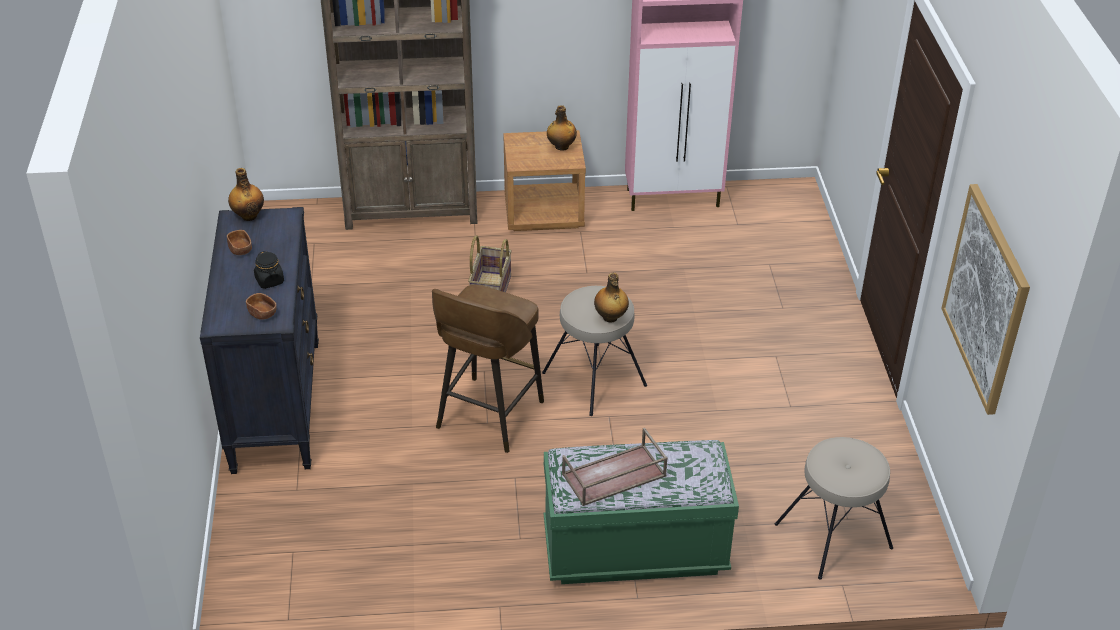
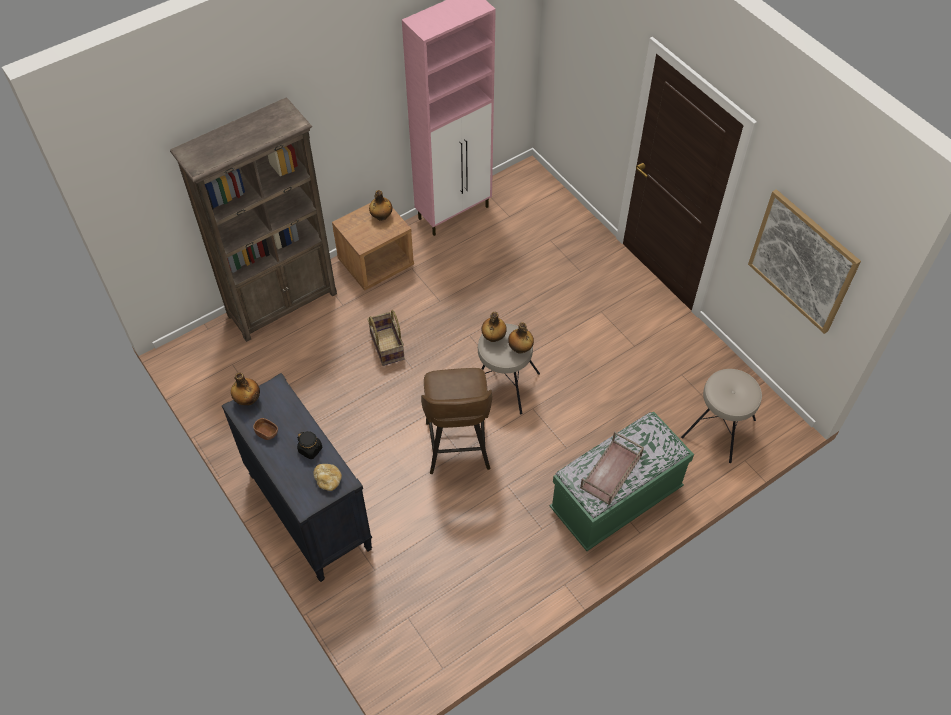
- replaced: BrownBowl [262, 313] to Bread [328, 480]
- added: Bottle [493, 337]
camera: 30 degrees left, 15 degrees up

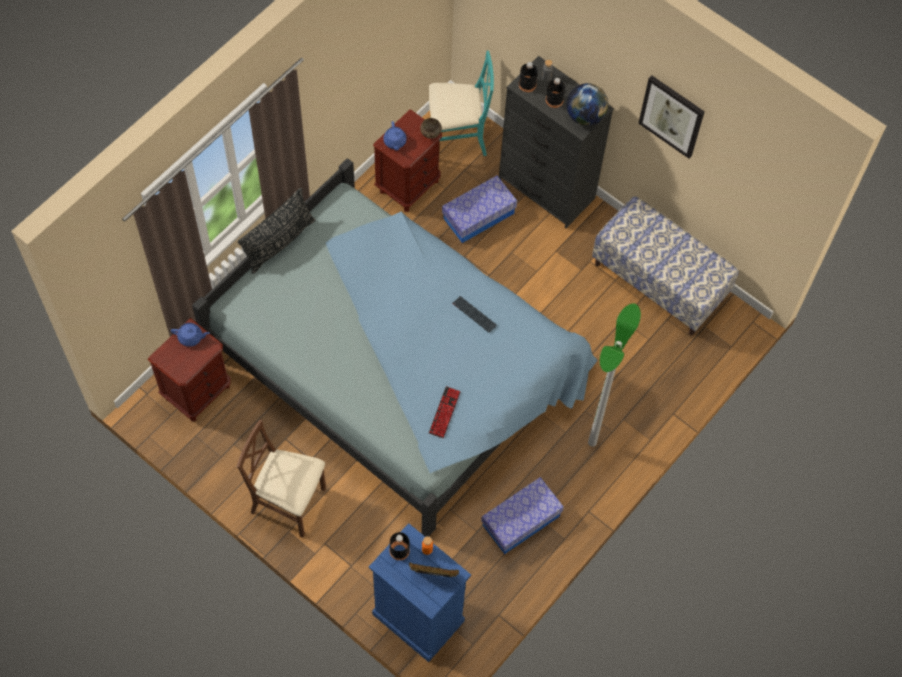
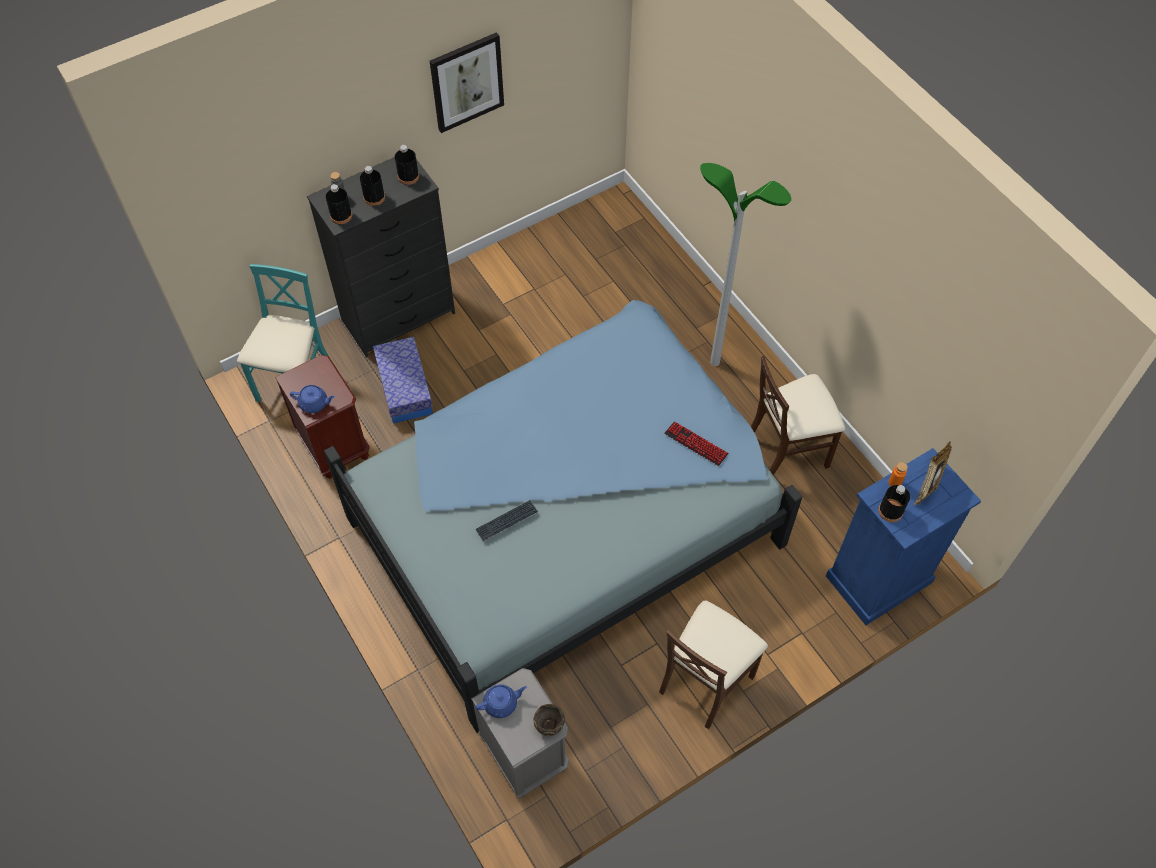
- recoloured: BrownNightstand [197, 391] to GreyNightstand [525, 754]
- turned: BlueTeapot [191, 337] = [501, 703] 45 degrees clockwise
- removed: BlackPillow [279, 243]
- moved: BrownBowl [430, 135] to [549, 726]
- moved: Keyboard [474, 314] to [506, 521]
- replaced: StorageBox [521, 520] to BeigeChair [787, 450]
- replaced: Globe [585, 116] to BlackBottle [408, 176]
- removed: Bench [659, 281]
camera: 70 degrees left, 5 degrees down

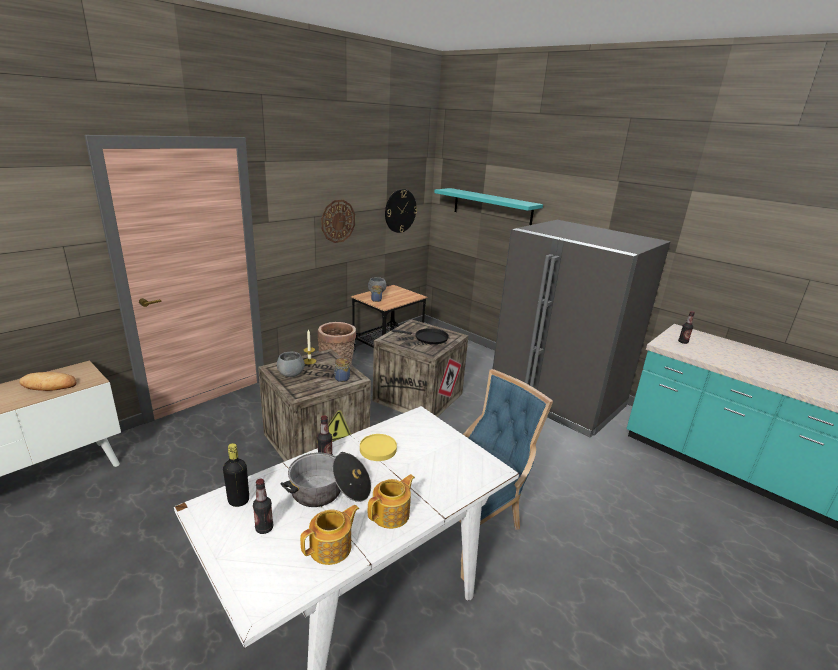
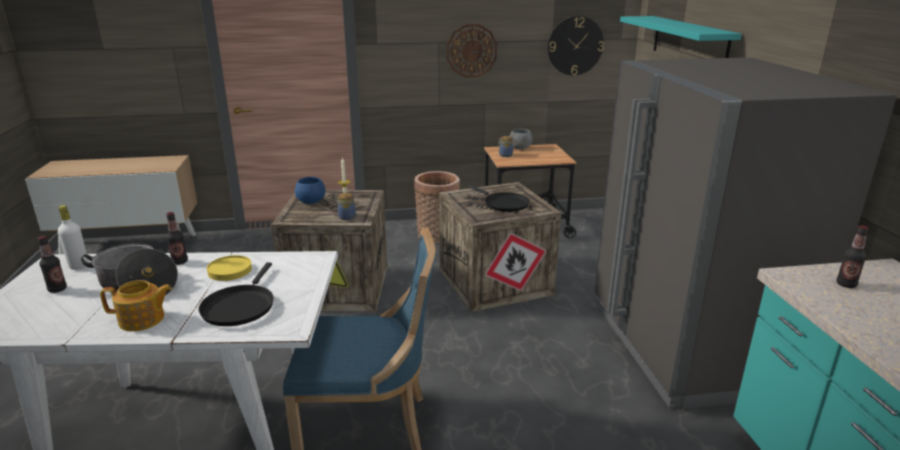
- removed: Bread [49, 385]
- recoloured: BlackBottle [238, 501] to WhiteBottle [79, 266]
- recoloured: GreyBowl [291, 374] to BlueBowl [311, 201]
- removed: Teapot [332, 548]
- added: BlackFryingPan [239, 306]
camera: 40 degrees right, 0 degrees up

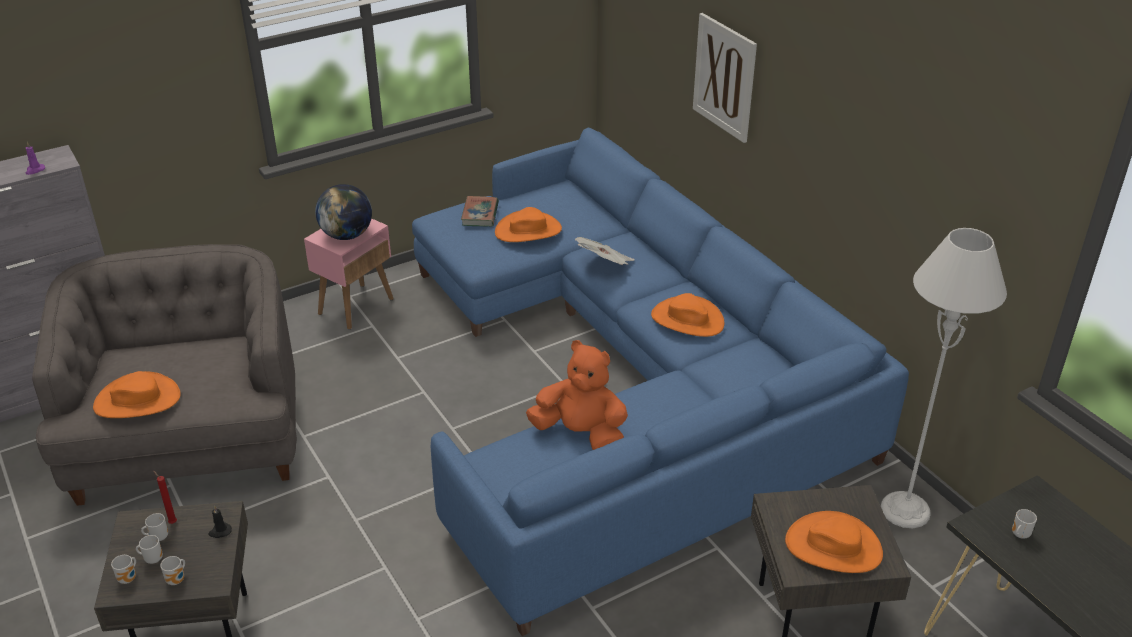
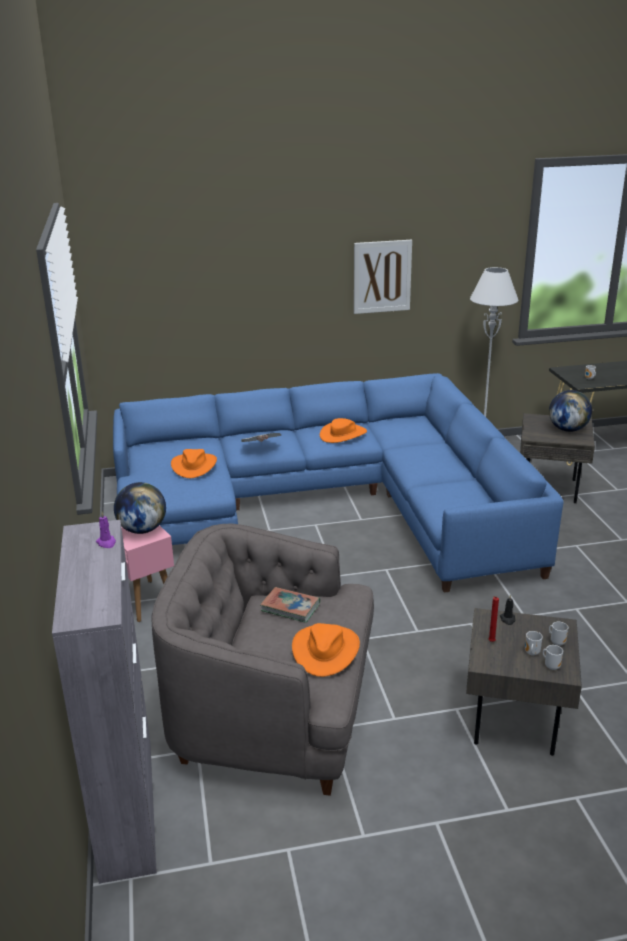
- removed: Mug [158, 537]
- moved: Book [480, 214] to [290, 607]
- removed: OrangePlushToy [580, 434]
- moved: Picture [724, 77] to [382, 276]
- replaced: OrangeHat [833, 546] to Globe [567, 429]
camera: 70 degrees left, 10 degrees down

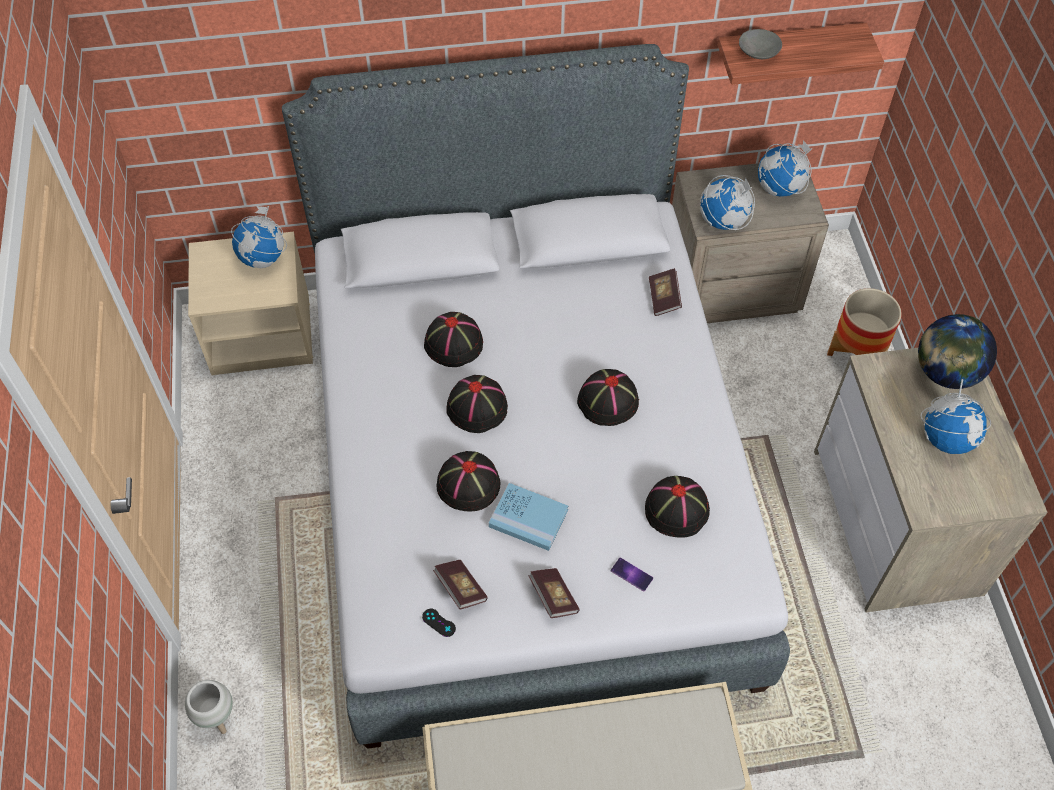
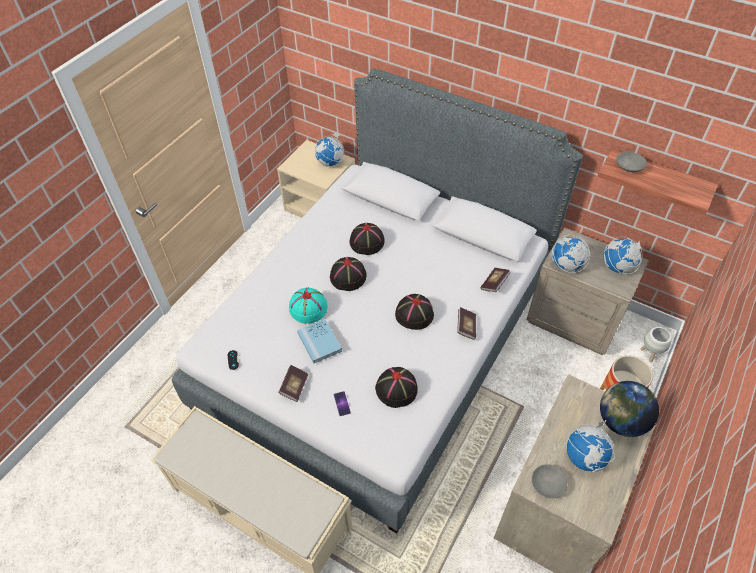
- moved: WhitePlanter [218, 718] to [650, 354]
- moved: Book [460, 589] to [466, 327]
- recoloured: BlackHat [468, 484] to TurquoiseHat [308, 308]
- added: GreyBowl [548, 484]
camera: 40 degrees right, 5 degrees down

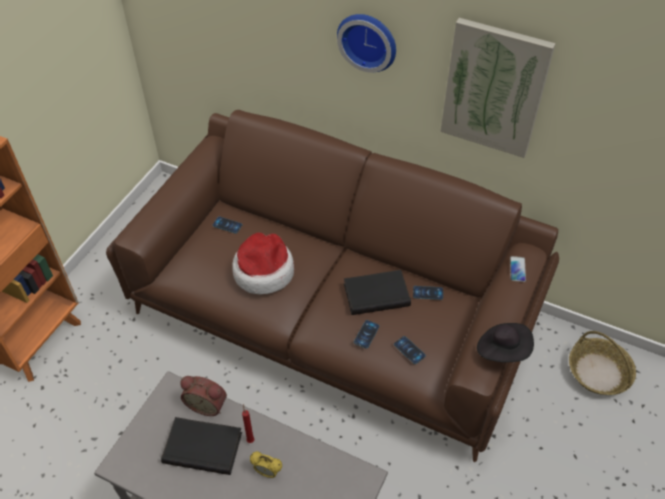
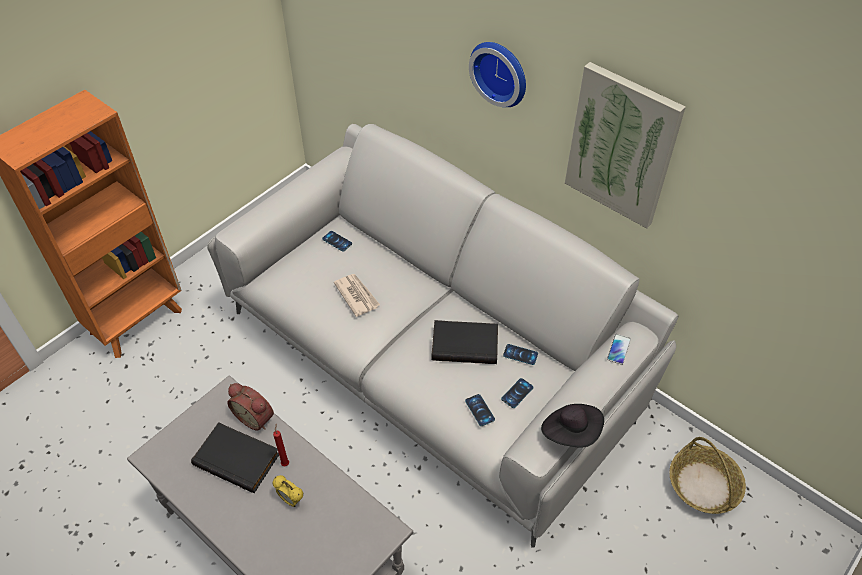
- recoloured: BrownSofa [334, 317] to GreySofa [432, 360]
- replaced: Hat [263, 271] to Newspaper [357, 295]
- moved: Phone [366, 334] to [517, 393]
camera: 15 degrees right, 0 degrees up

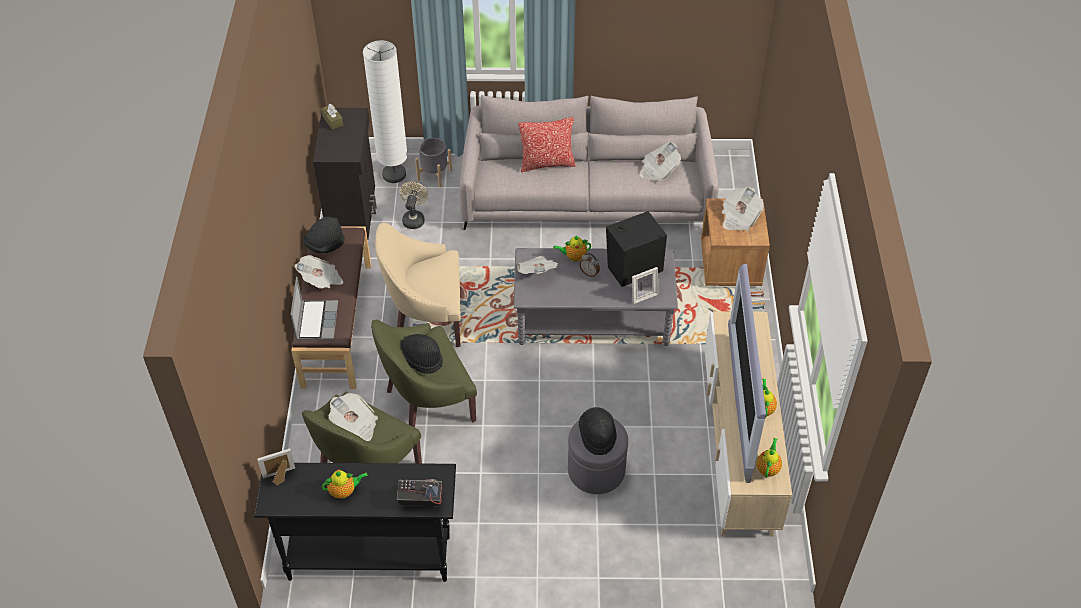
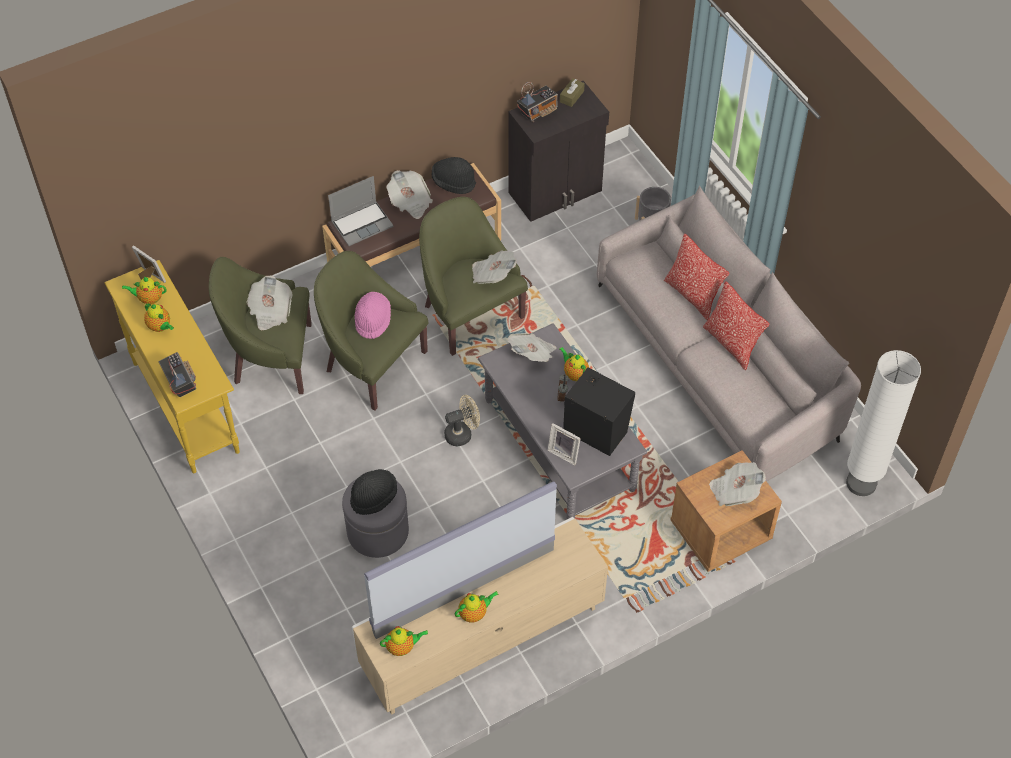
- recoloured: BlackConsoleTable [369, 557] to YellowConsoleTable [186, 406]
- moved: WhiteFloorLamp [394, 175] to [861, 483]
- recoloured: BeigeArmchair [426, 317] to GreenArmchair [469, 312]
- moved: BeigeFan [414, 218] to [462, 433]
- recoloured: BlackHat [421, 359] to PinkHat [372, 320]
- moved: Newspaper [658, 170] to [492, 275]
- added: Teapot [149, 299]
- added: Radio [538, 112]
- added: Pillow [731, 344]
camera: 60 degrees right, 5 degrees up

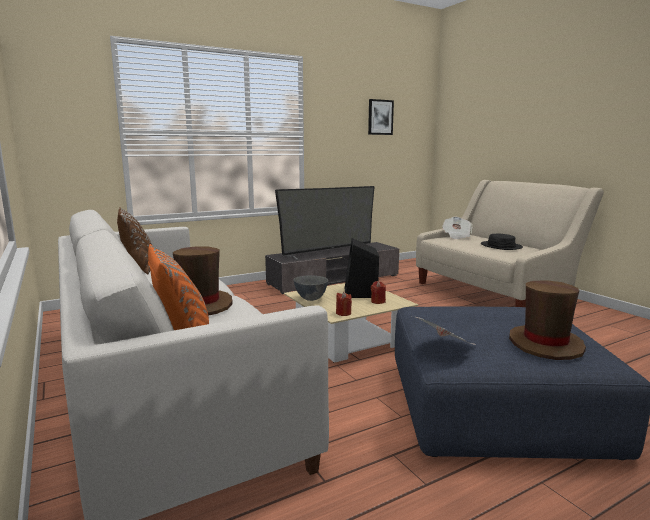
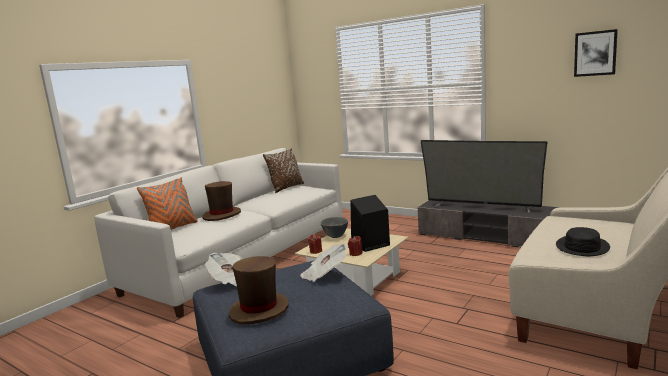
- moved: Newspaper [456, 236] to [324, 274]
camera: 65 degrees right, 0 degrees up

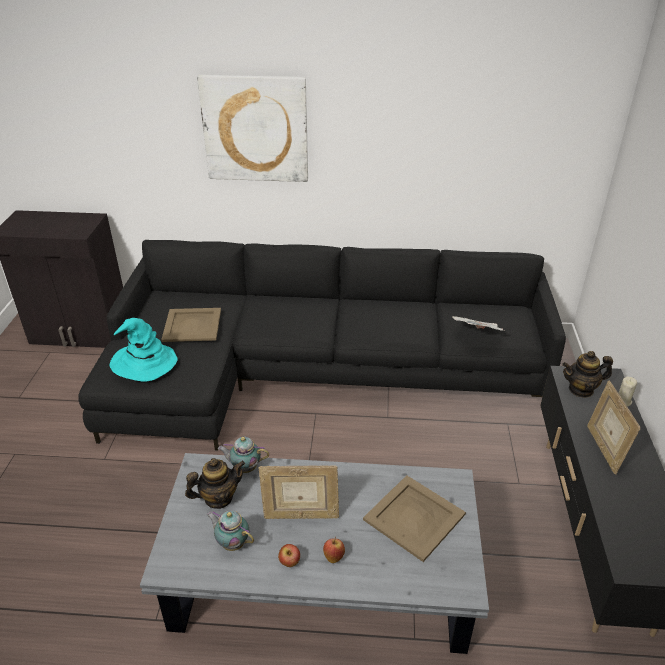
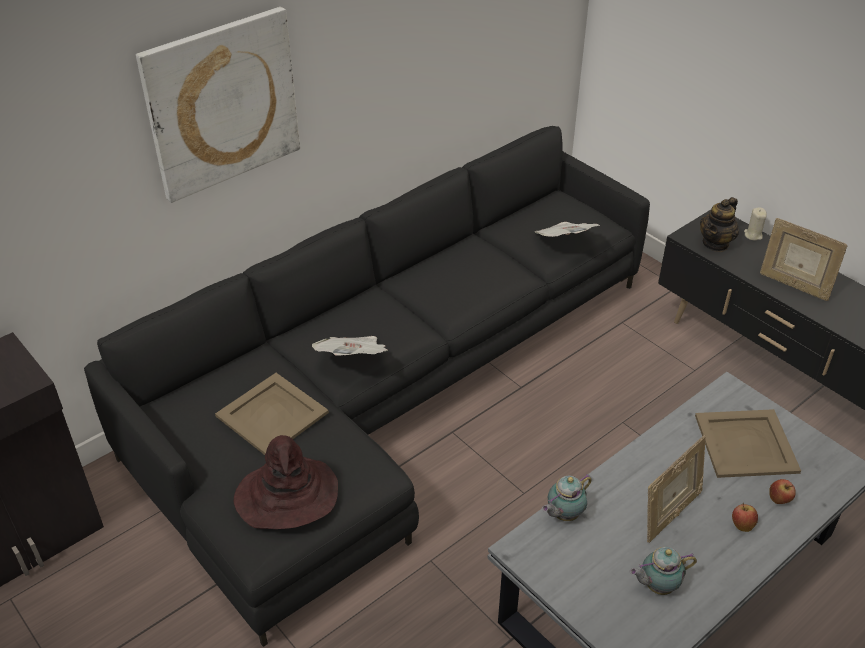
- recoloured: TurquoiseHat [143, 363] to BrownHat [287, 496]
- removed: Teapot [218, 498]
- moved: Apple [289, 563] to [779, 500]
- added: Newspaper [353, 360]
camera: 45 degrees left, 5 degrees up

